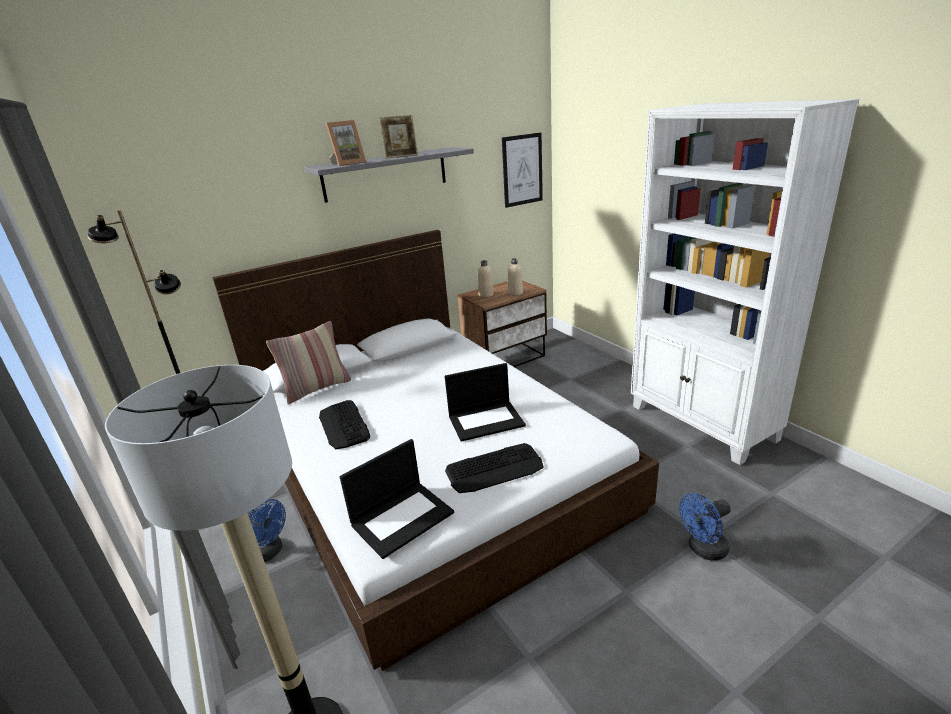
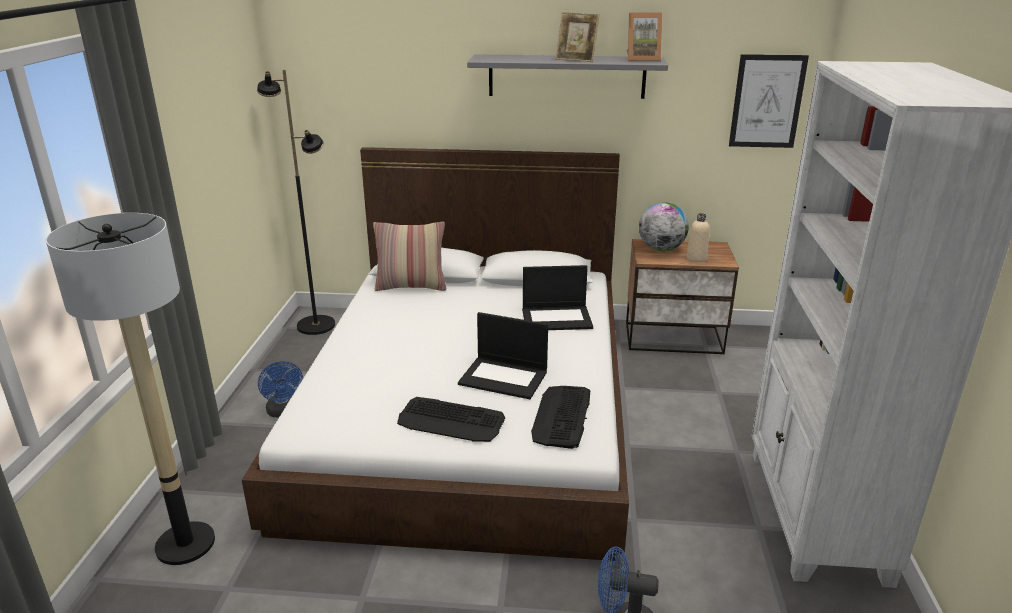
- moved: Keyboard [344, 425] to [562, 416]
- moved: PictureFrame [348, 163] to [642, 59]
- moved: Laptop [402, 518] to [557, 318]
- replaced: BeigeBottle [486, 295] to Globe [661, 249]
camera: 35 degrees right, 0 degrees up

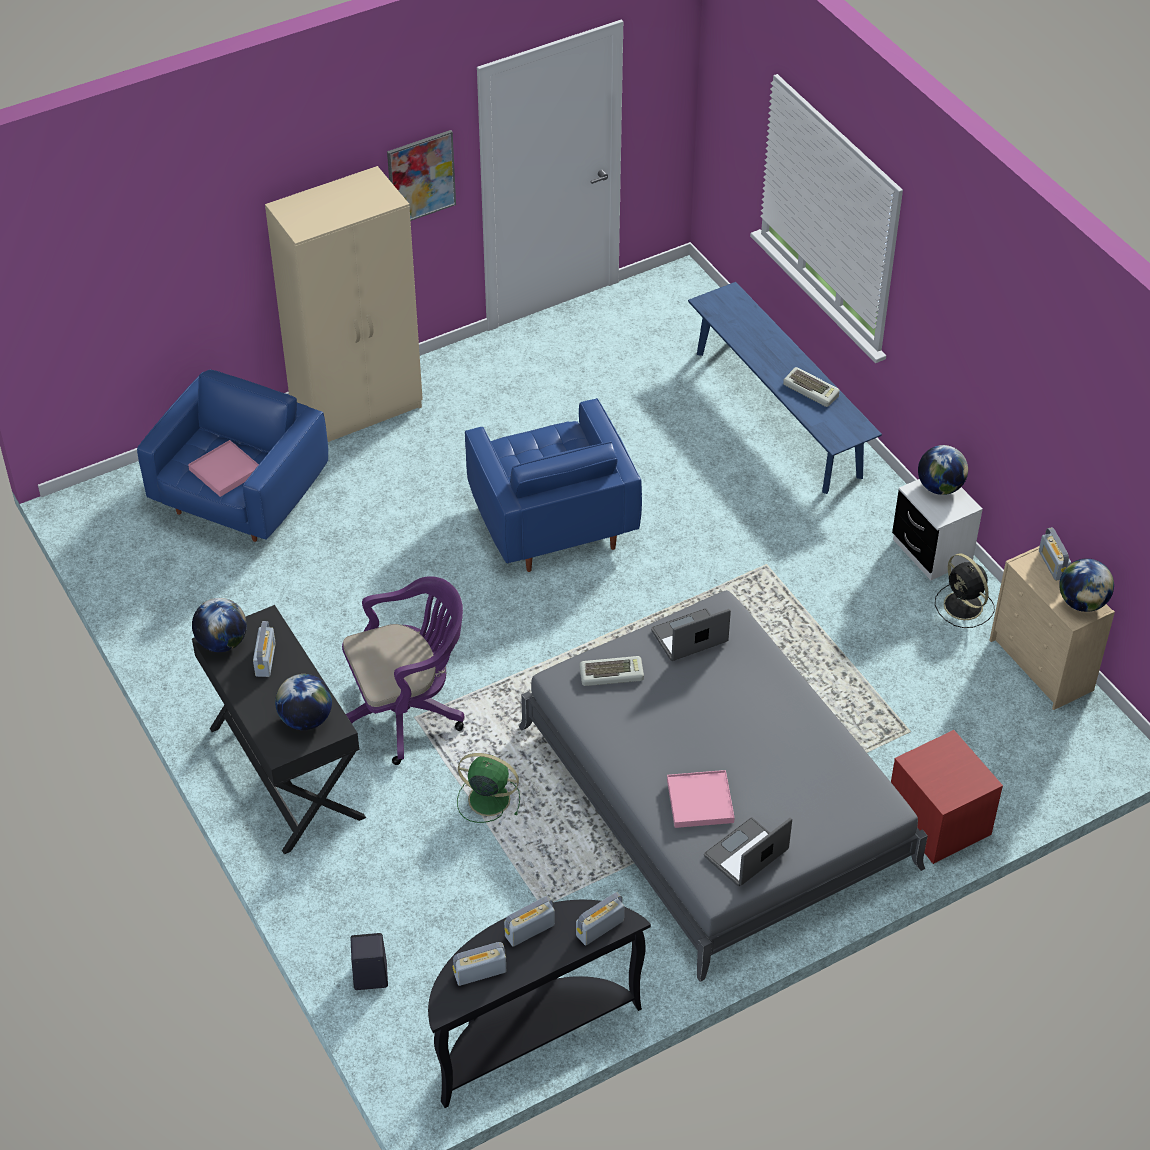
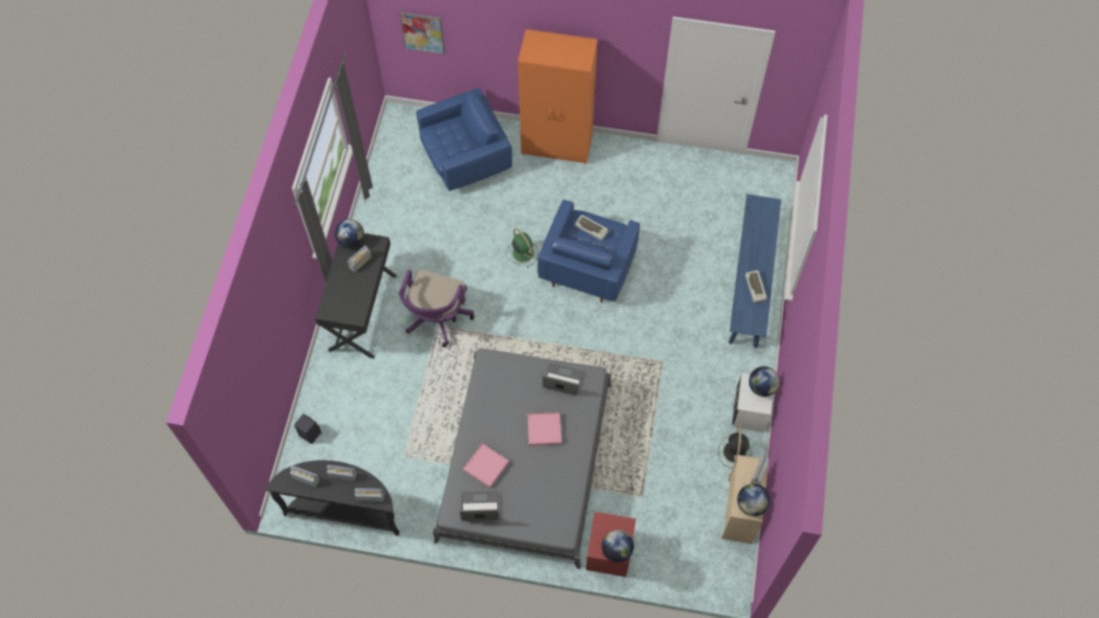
- moved: PinkTray [225, 471] to [544, 429]
- recoloured: BeigeWardrobe [358, 409] to OrangeWardrobe [557, 146]
- moved: Globe [306, 719] to [616, 550]
- turned: PurpleOfficeChair [407, 711] = [436, 319] 90 degrees clockwise
- moved: Picture [421, 177] to [423, 32]
- moved: GreenFan [487, 799] to [522, 252]
- moved: Keyboard [612, 673] to [592, 228]
camera: 40 degrees right, 15 degrees up

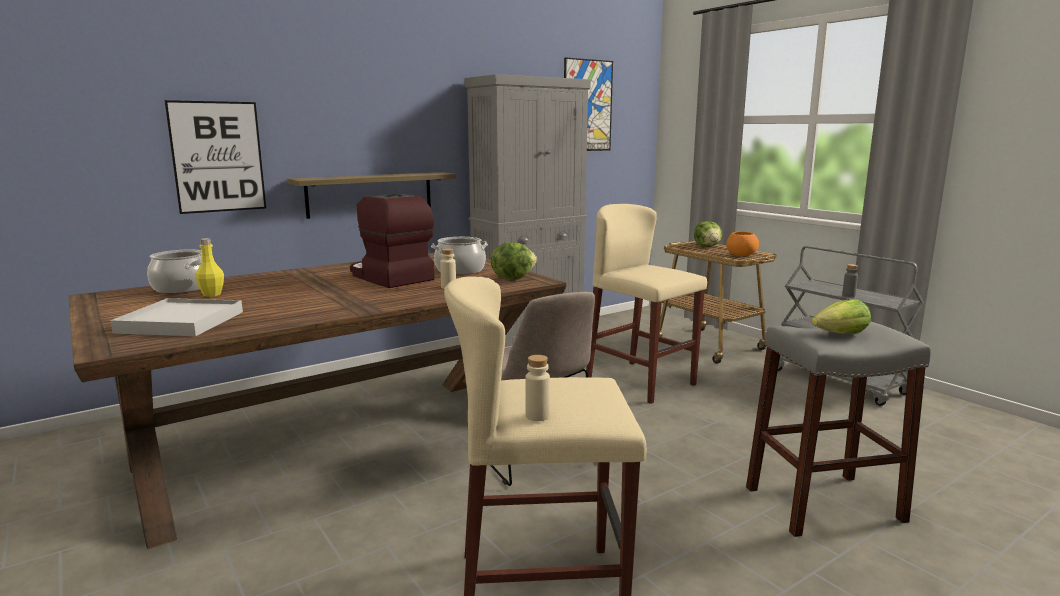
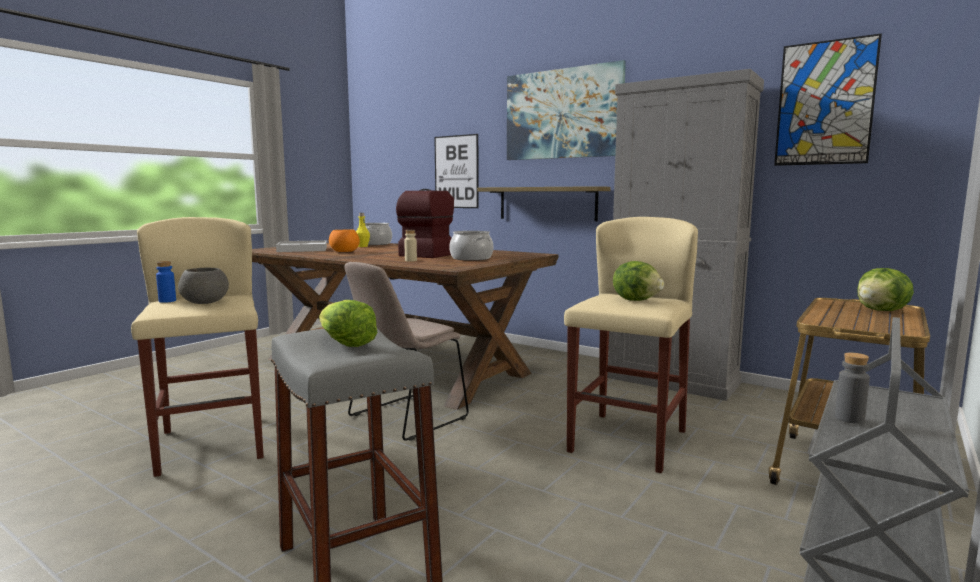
- moved: Lettuce [512, 278] to [637, 300]
- recoloured: BeigeBottle [537, 416] to BlueBottle [167, 301]
- moved: OrangeBowl [740, 255] to [344, 252]
- added: GreyBowl [205, 302]
- added: Picture [563, 114]
camera: 70 degrees right, 5 degrees down

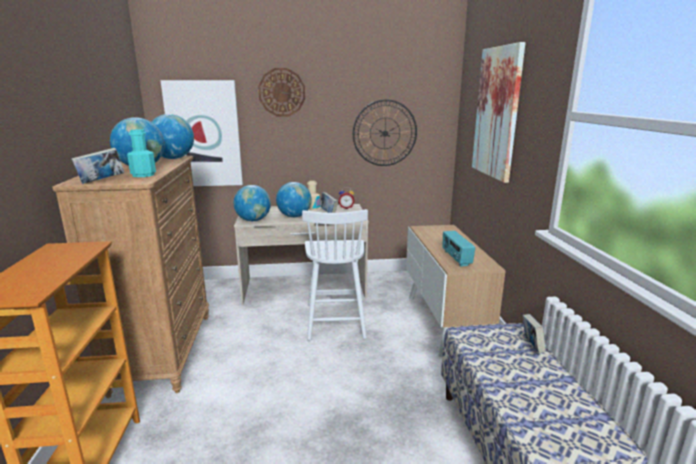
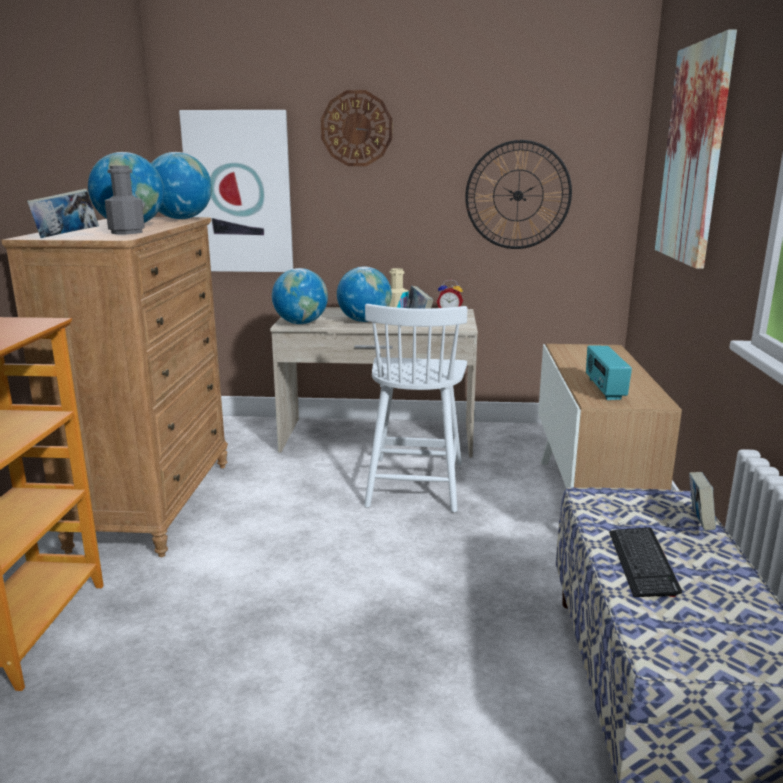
- recoloured: TurquoiseBottle [143, 175] to GreyBottle [127, 232]
- added: Keyboard [642, 563]
camera: 10 degrees right, 0 degrees up

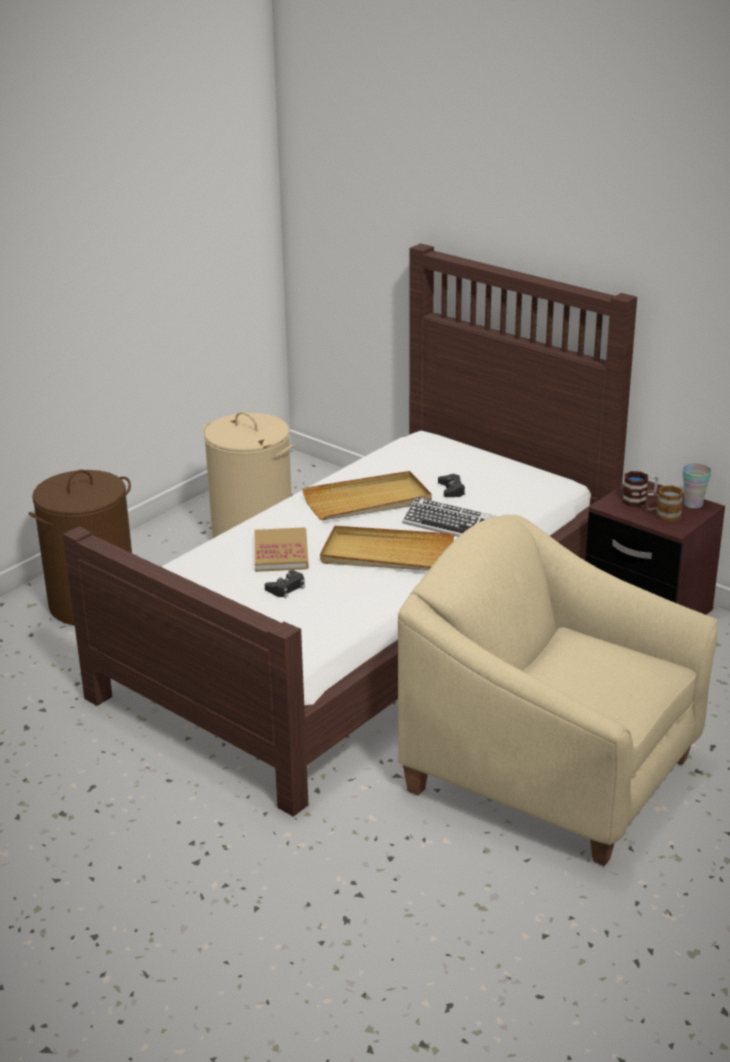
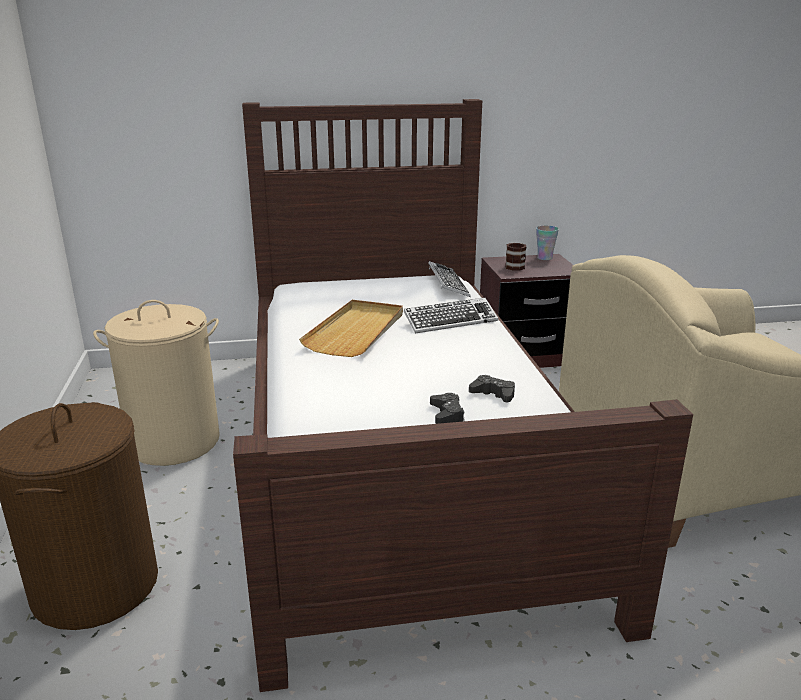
- removed: Book [281, 553]
- removed: BeigeTray [386, 554]
- moved: BlackGameController [451, 490] to [493, 394]
- removed: Mug [662, 515]
- added: Keyboard [447, 284]
camera: 50 degrees left, 5 degrees down

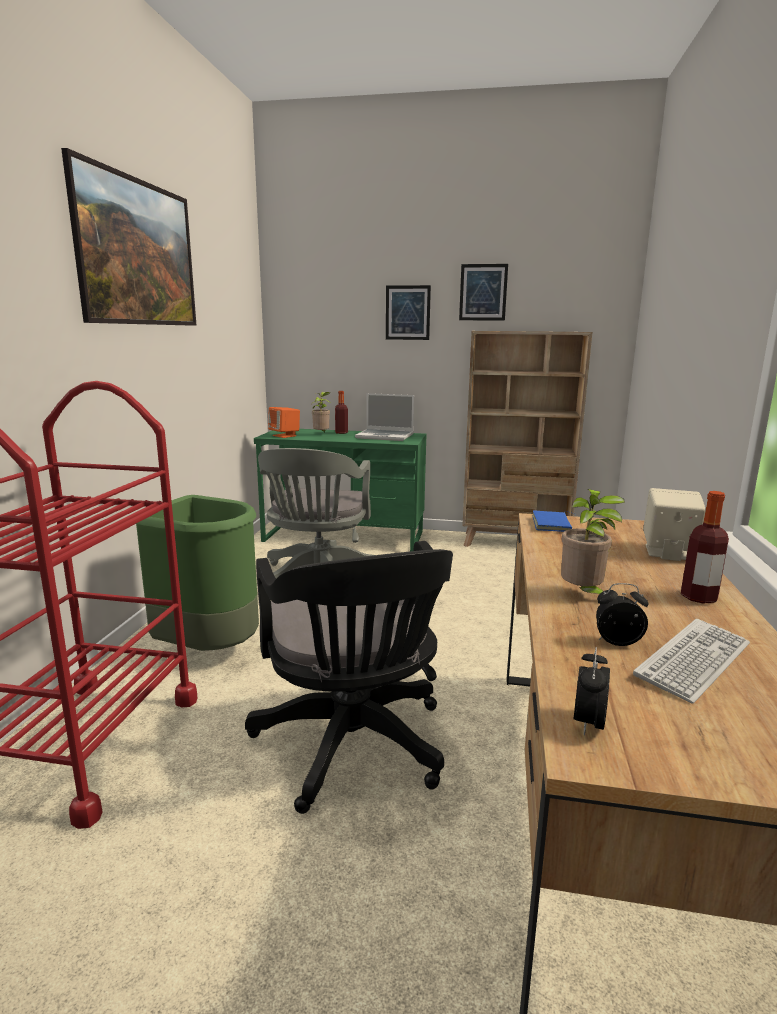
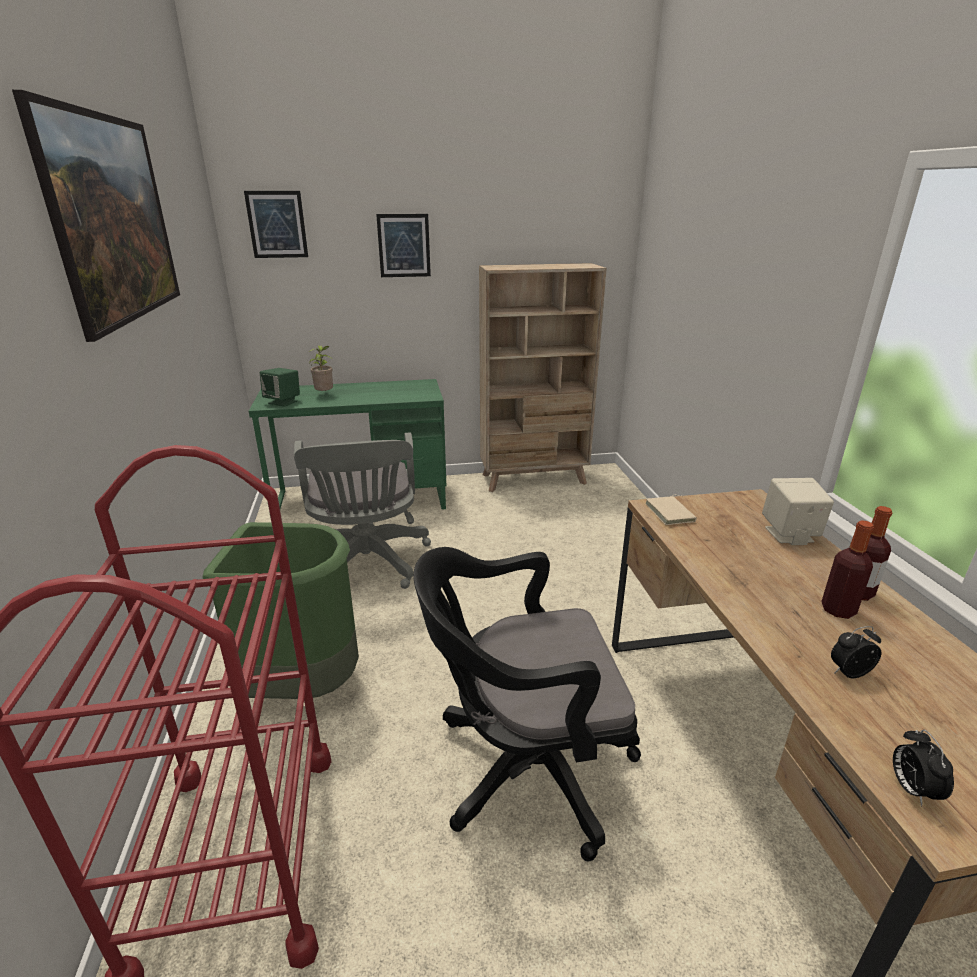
- turned: BlackOfficeChair [354, 748] = [524, 768] 120 degrees clockwise
- recoloured: OrangeSpeaker [285, 435] to GreenSpeaker [283, 402]
- moved: Bottle [341, 433] to [838, 610]
- removed: Laptop [385, 436]
- moved: Picture [483, 292] to [277, 224]
- recoloured: BlueBook [553, 524] to BeigeBook [671, 513]
- removed: PottedPlant [583, 595]
- removed: Keyboard [694, 660]
camera: 20 degrees left, 10 degrees up

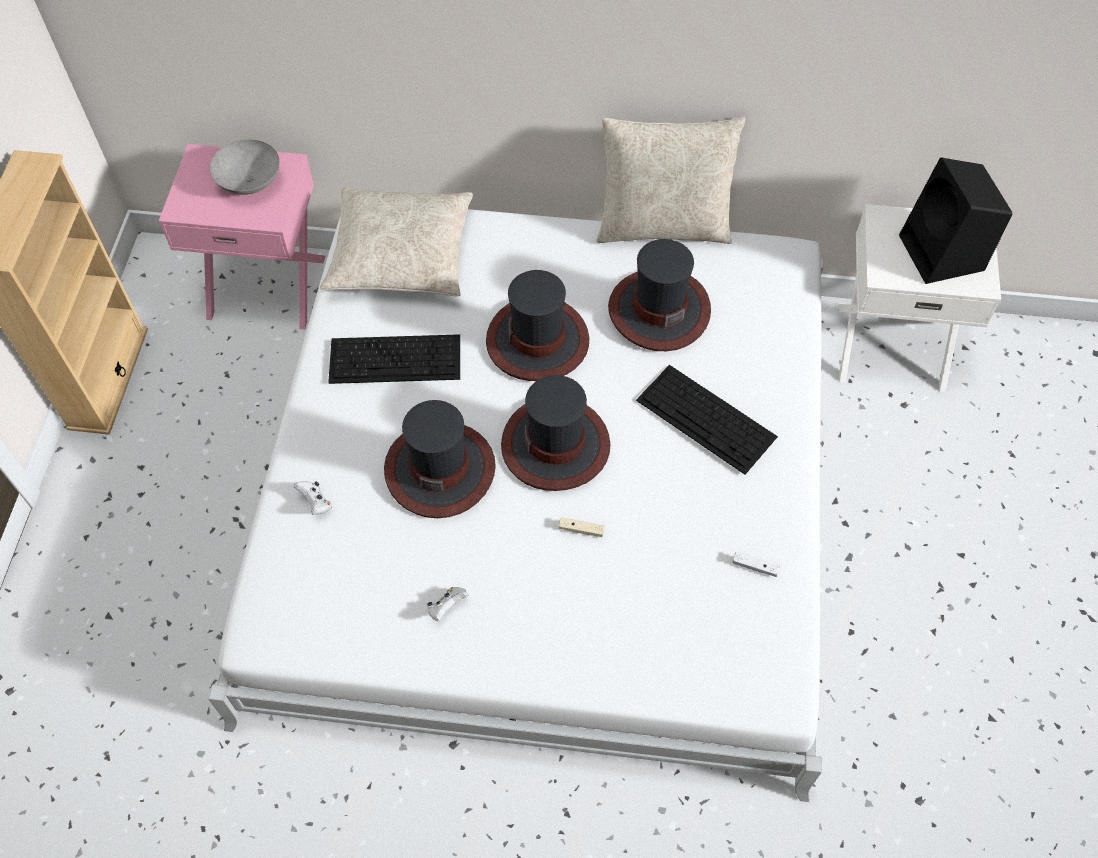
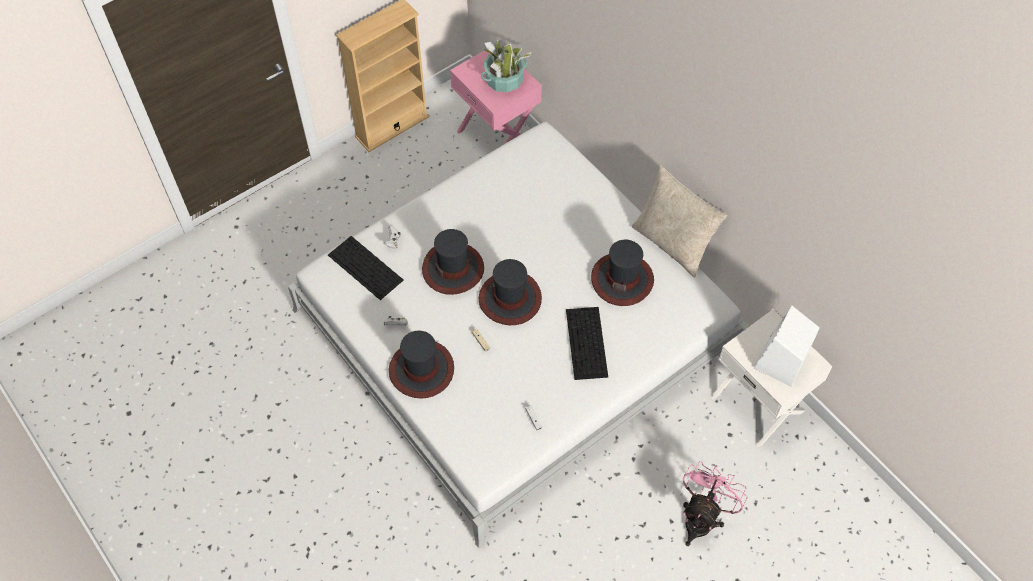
- replaced: GreyBowl [250, 182] to PottedPlant [504, 80]
- removed: BeigePillow [400, 254]
- moved: Keyboard [396, 358] to [366, 267]
- moved: Hat [538, 340] to [421, 370]
- recoloured: BlackSpeaker [943, 254] to WhiteSpeaker [780, 362]
- added: PinkFan [701, 518]
camera: 45 degrees right, 0 degrees up

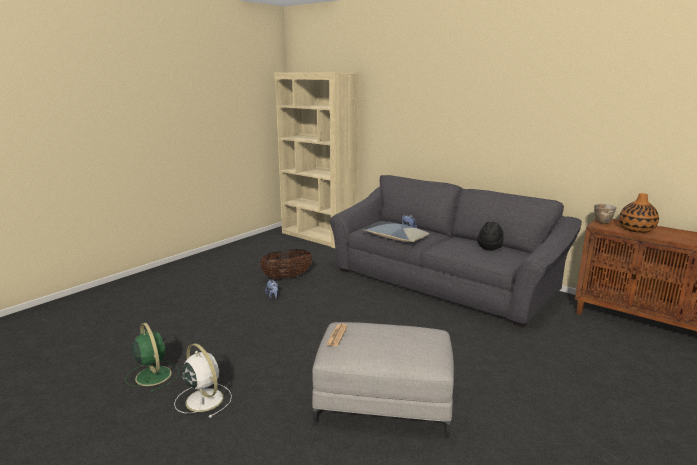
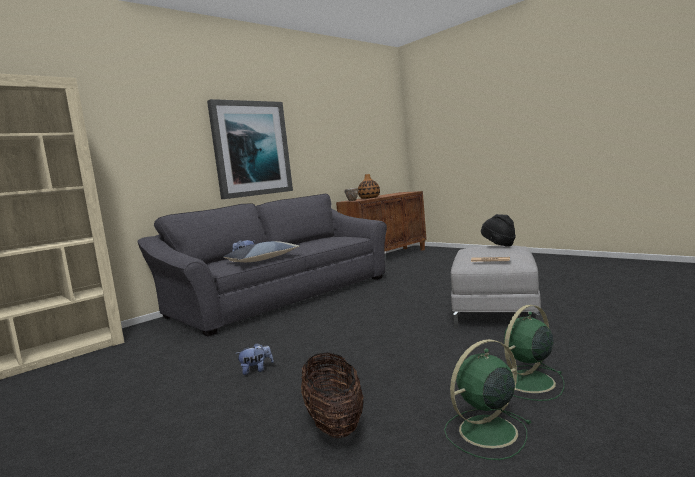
- recoloured: WhiteFan [203, 399] to GreenFan [528, 382]
- moved: Basket [287, 277] to [334, 424]
- moved: BlackHat [490, 247] to [499, 245]
- added: Picture [251, 149]
camera: 80 degrees left, 10 degrees down

